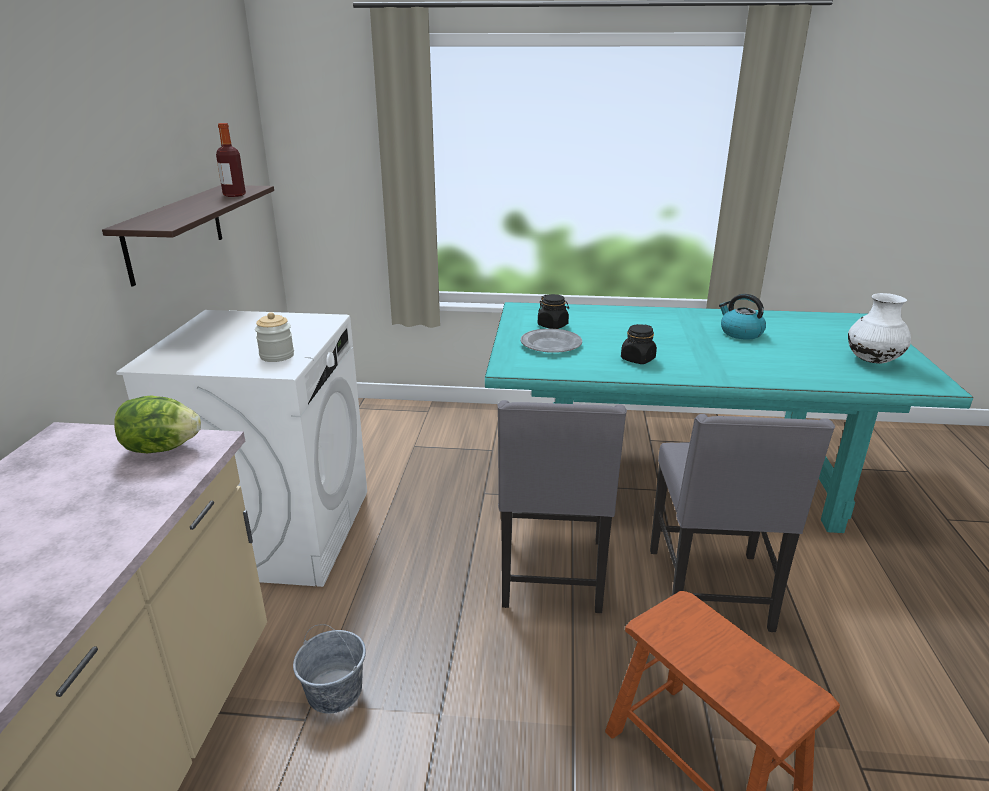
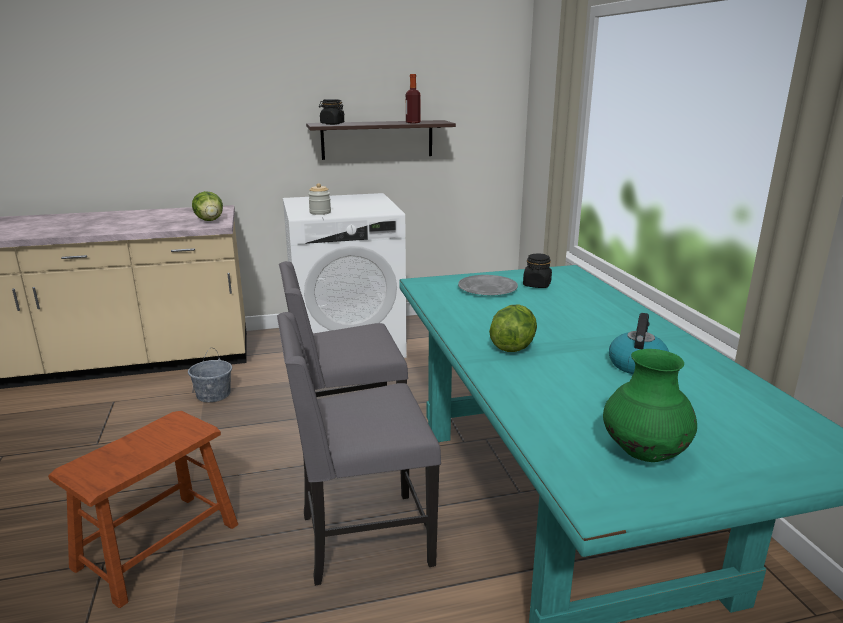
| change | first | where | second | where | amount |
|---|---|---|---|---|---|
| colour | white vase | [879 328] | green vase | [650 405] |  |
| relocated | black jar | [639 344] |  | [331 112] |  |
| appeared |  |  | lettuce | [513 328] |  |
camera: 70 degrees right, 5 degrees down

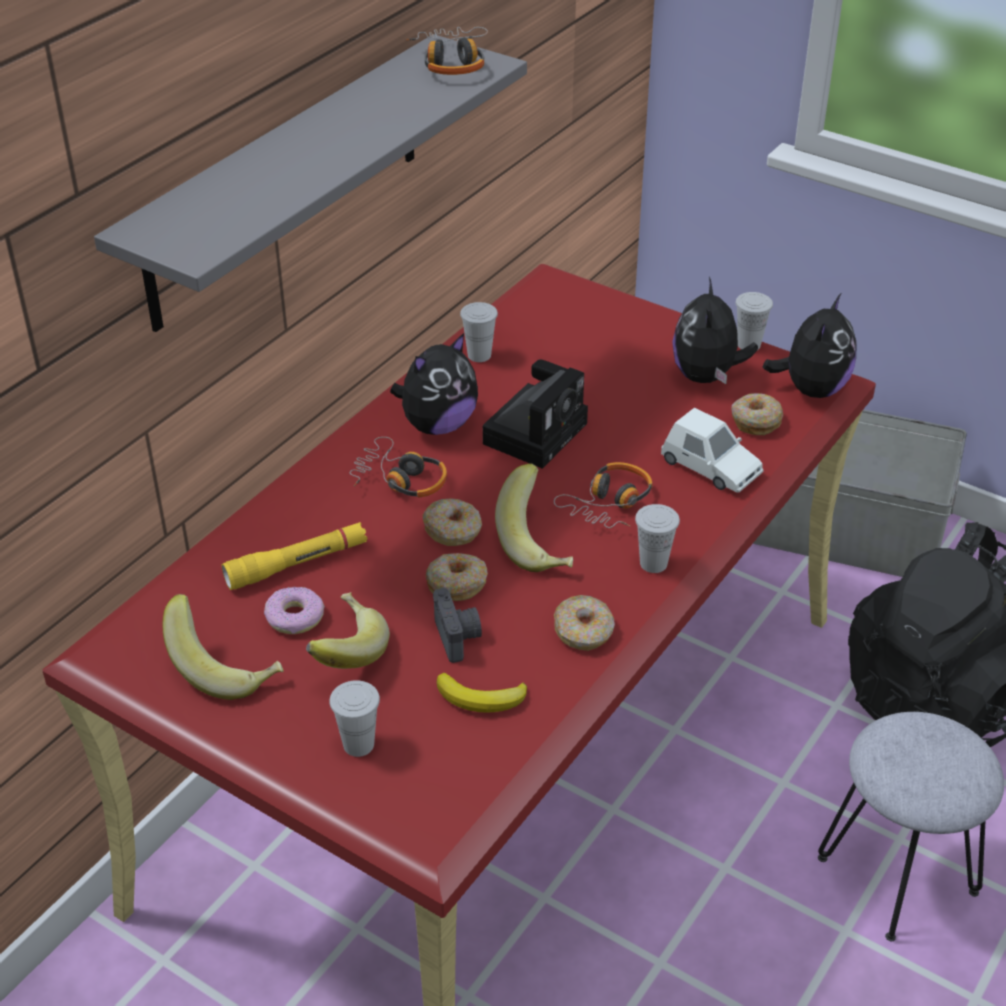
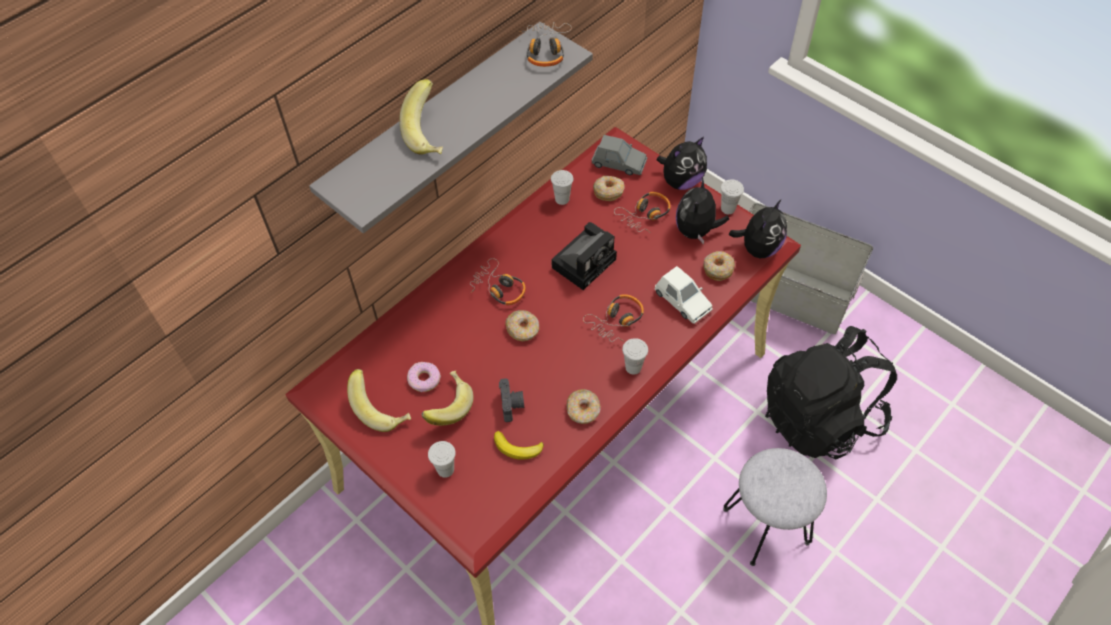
| change | first | where | second | where | amount |
|---|---|---|---|---|---|
| relocated | plush toy | [434 384] |  | [682 163] |  |
| relocated | banana | [534 517] |  | [421 117] |  |
| missing | yellow flashlight | [294 556] |  |  |  |
| relocated | donut | [457 577] |  | [609 188] |  |
| appeared |  |  | grey toy car | [619 155] |  |
| appeared |  |  | headphones | [642 212] |  |
camera: 10 degrees right, 15 degrees up

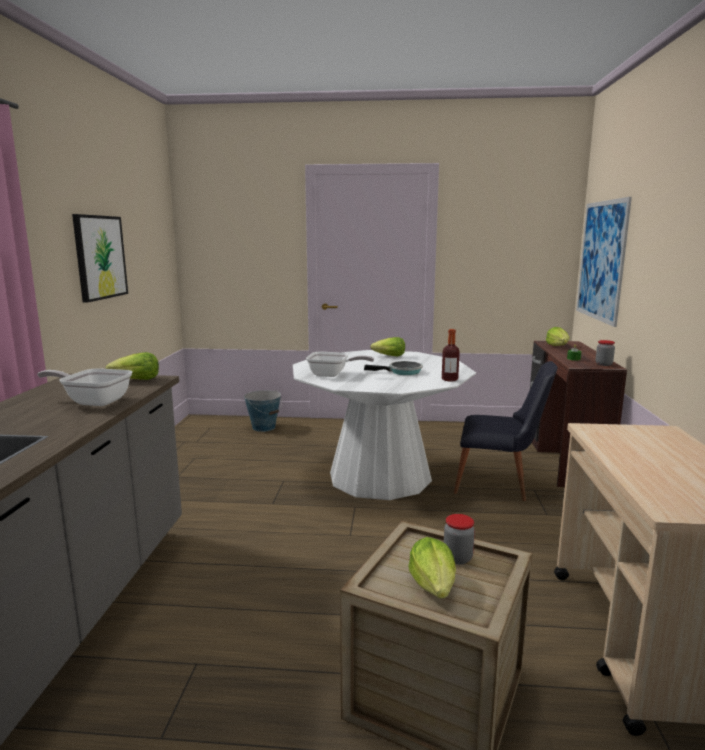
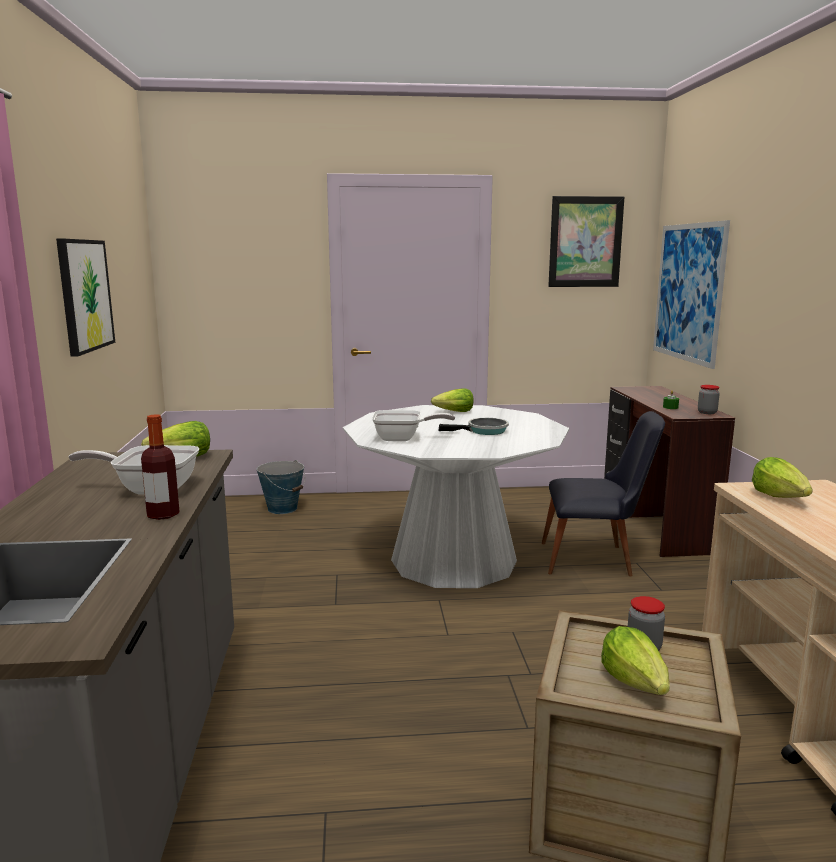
| change | first | where | second | where | amount |
|---|---|---|---|---|---|
| relocated | lettuce | [558 336] |  | [782 477] |  |
| relocated | bottle | [451 355] |  | [160 467] |  |
| appeared |  |  | picture | [586 241] |  |
camera: 10 degrees left, 0 degrees up

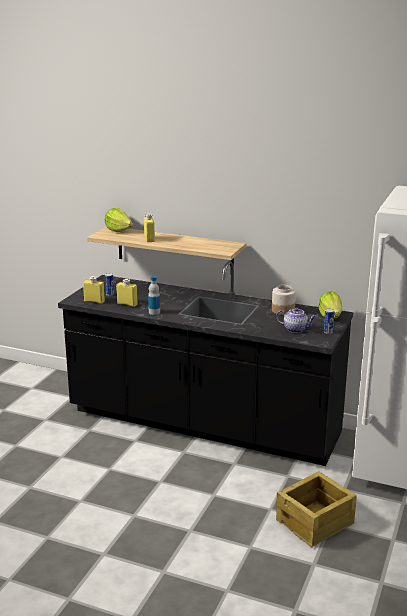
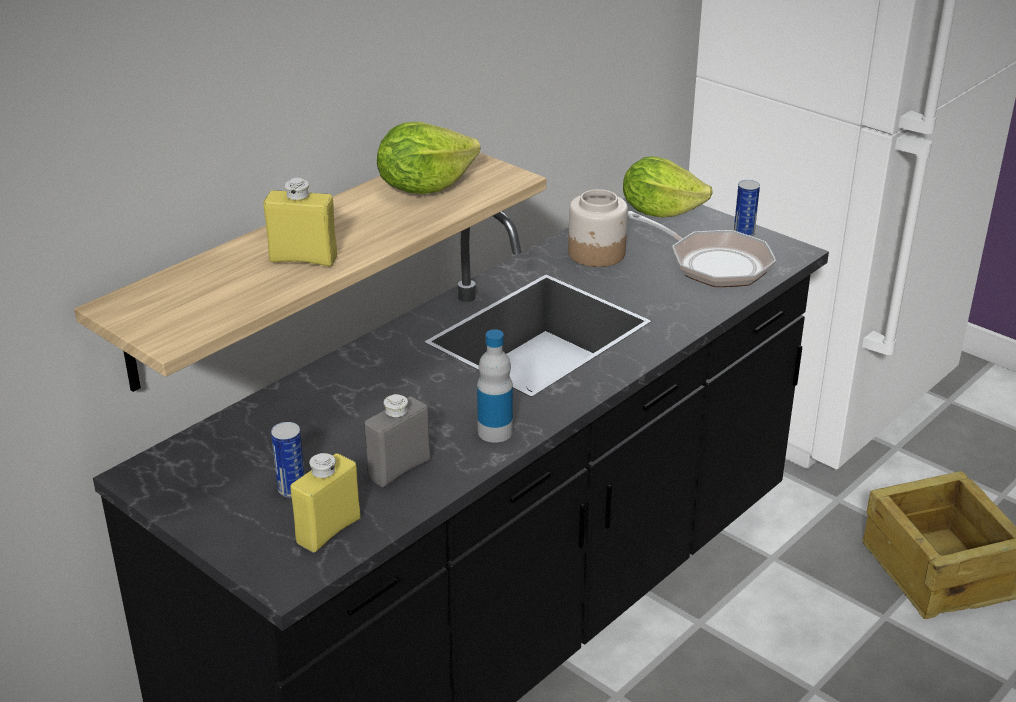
| change | first | where | second | where | amount |
|---|---|---|---|---|---|
| relocated | lettuce | [119 220] |  | [429 158] |  |
| colour | yellow bottle | [127 293] | grey bottle | [397 440] |  |
| exchanged | teapot | [296 320] | frying pan | [702 249] |  |
camera: 70 degrees left, 10 degrees up

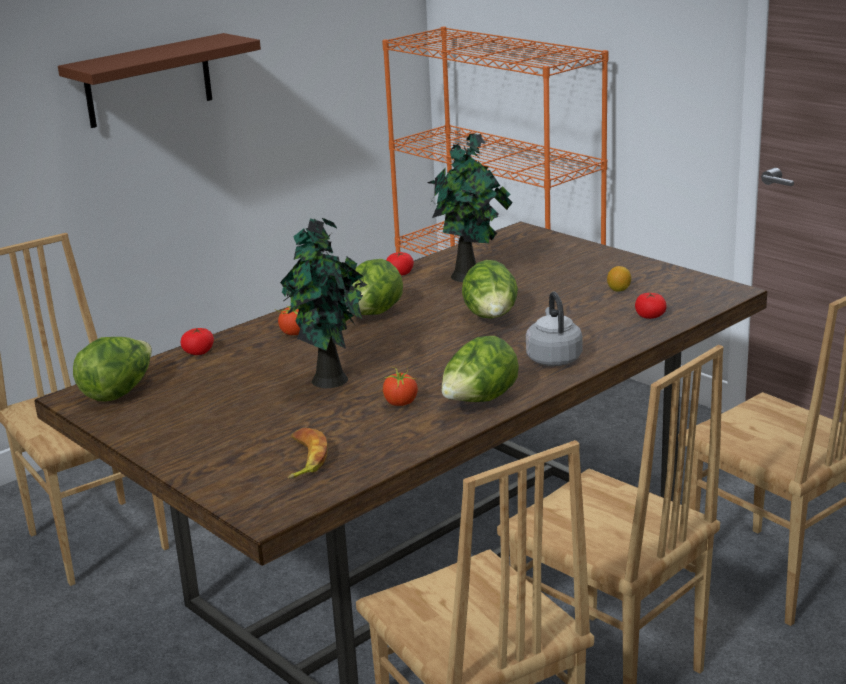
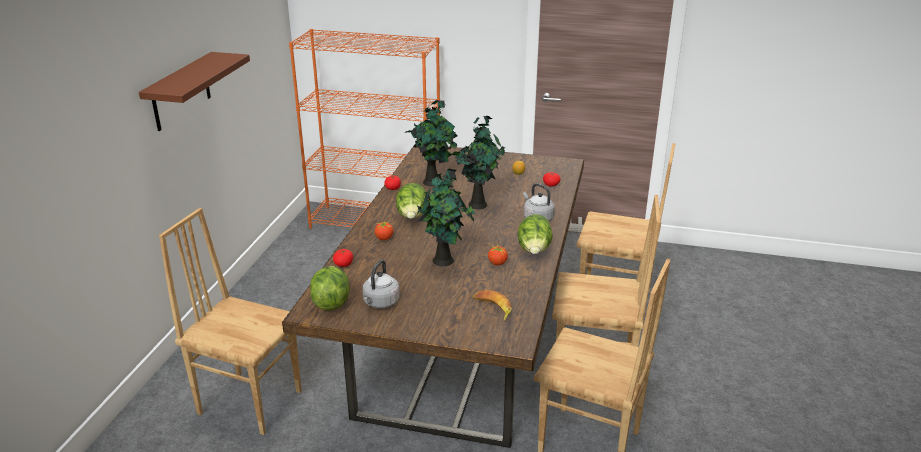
| change | first | where | second | where | amount |
|---|---|---|---|---|---|
| exchanged | lettuce | [490 289] | potted plant | [478 162] |  |
| appeared |  |  | grey kettle | [381 284] |  |
camera: 35 degrees left, 5 degrees up

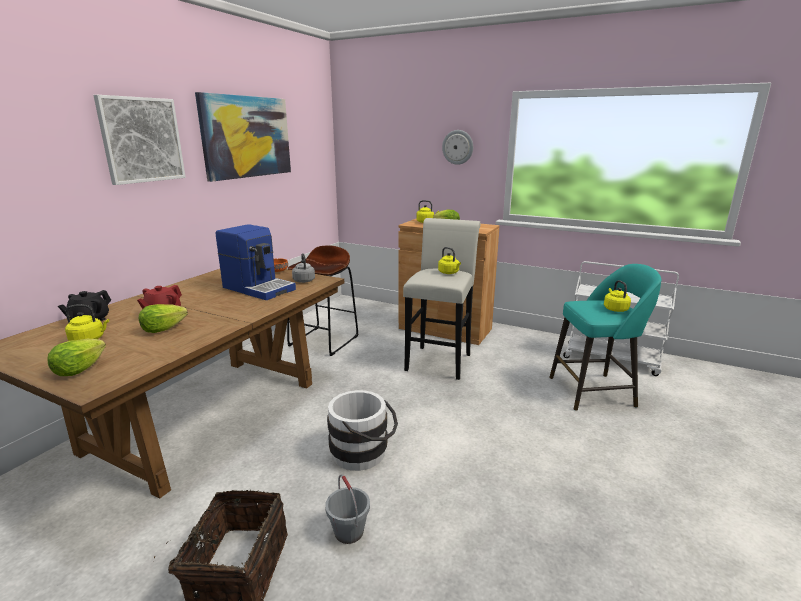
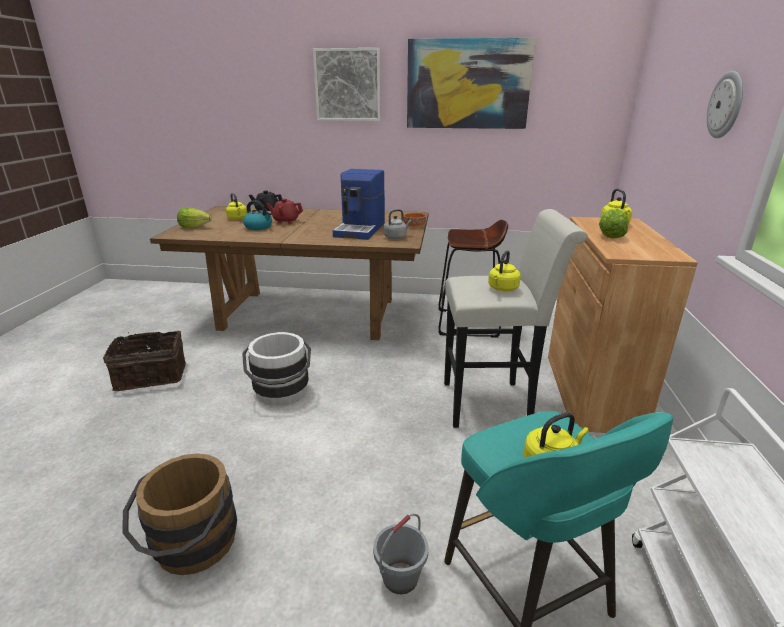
| change | first | where | second | where | amount |
|---|---|---|---|---|---|
| exchanged | lettuce | [163 318] | kettle | [257 215] |  |
| relocated | grey bucket | [347 509] |  | [401 554] |  |
| appeared |  |  | brown bucket | [179 514] |  |
camera: 70 degrees right, 5 degrees up

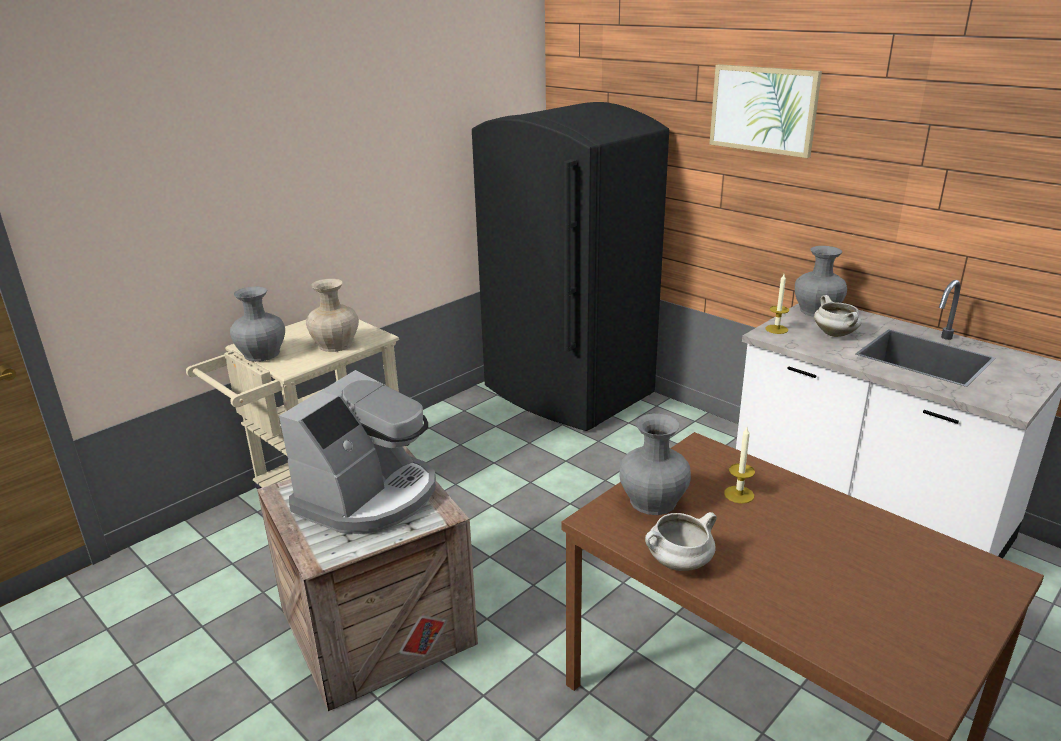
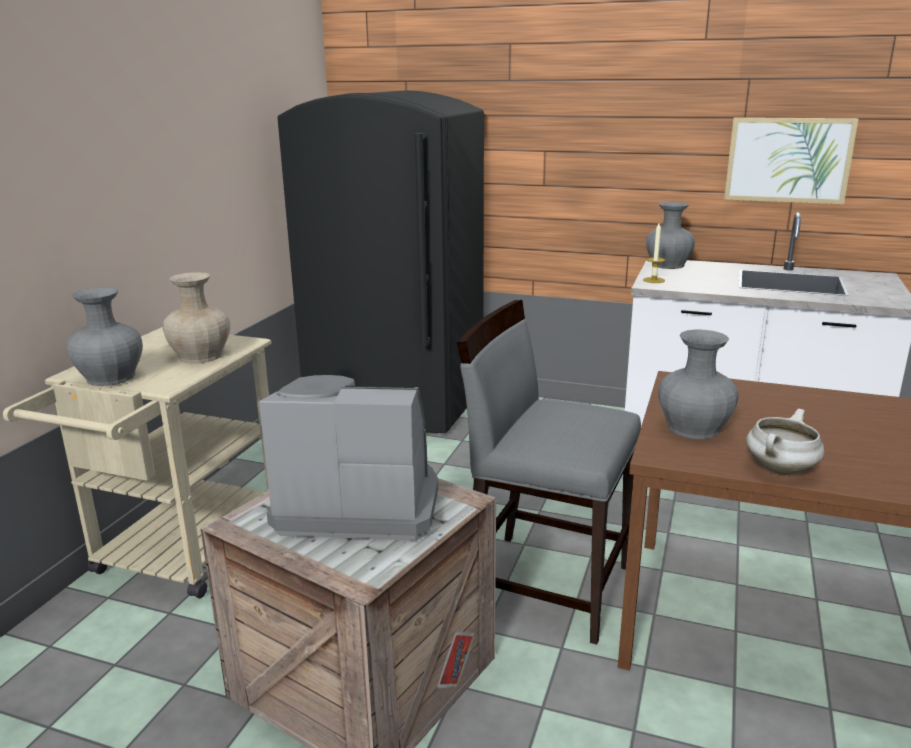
| change | first | where | second | where | amount |
|---|---|---|---|---|---|
| relocated | picture | [765 111] |  | [791 160] |  |
| missing | white cooking pot | [838 316] |  |  |  |
| spun | coffee machine | [357 452] |  | [348 458] | 90 degrees counterclockwise |
| missing | candle | [739 465] |  |  |  |
| appeared |  |  | grey chair | [549 472] |  |
camera: 25 degrees left, 5 degrees down

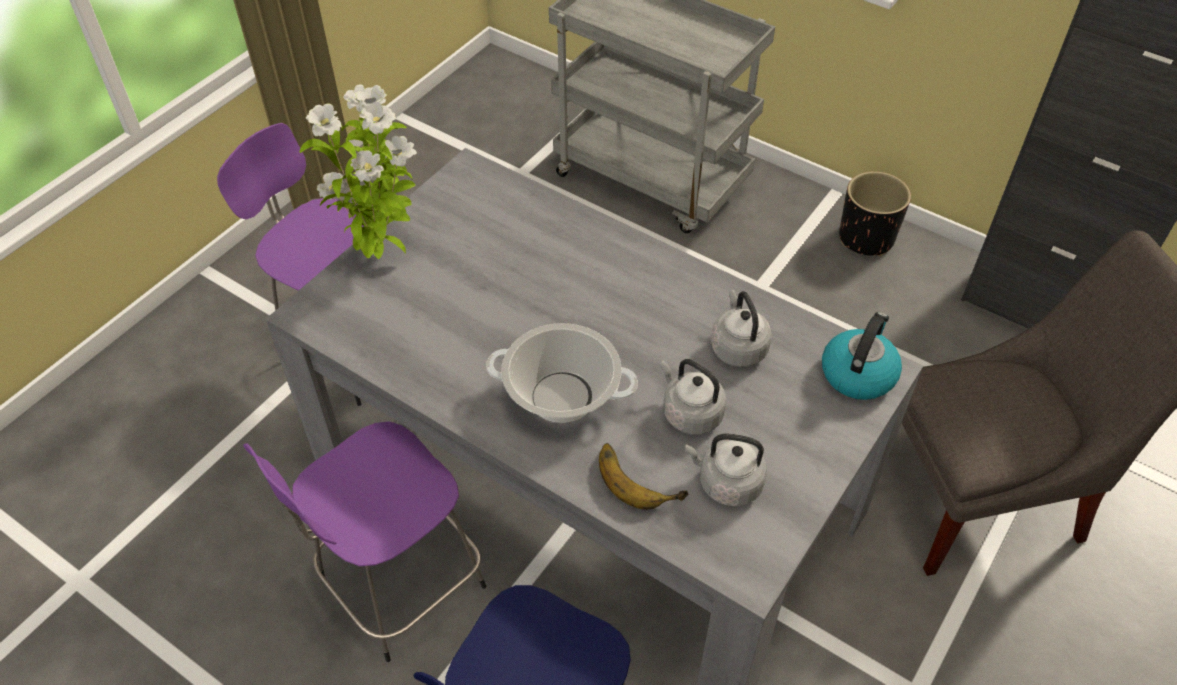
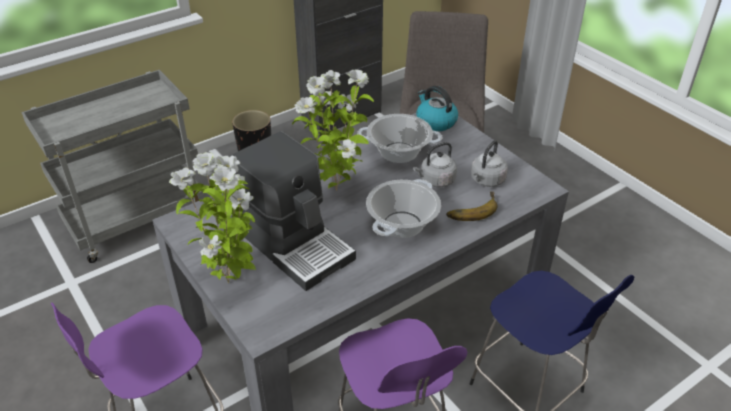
| change | first | where | second | where | amount |
|---|---|---|---|---|---|
| exchanged | grey kettle | [741 328] | cooking pot | [399 138] |  |
| appeared |  |  | potted plant | [333 130] |  |
| appeared |  |  | coffee machine | [292 211] |  |
camera: 70 degrees left, 10 degrees down

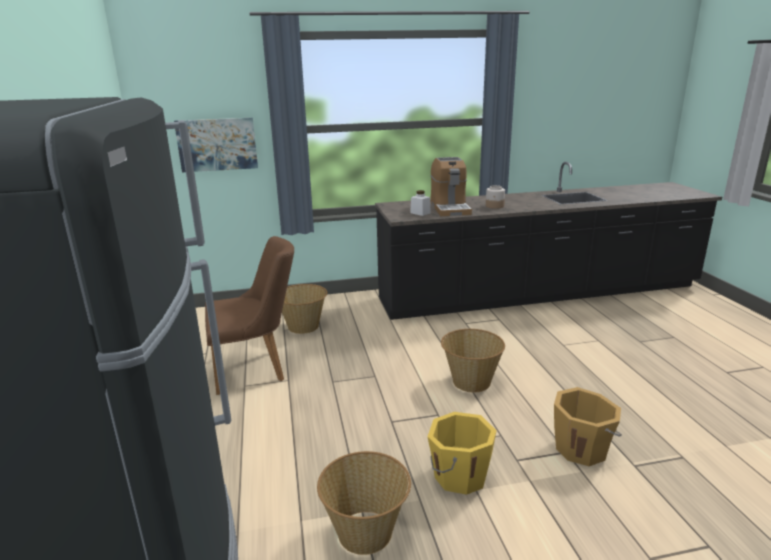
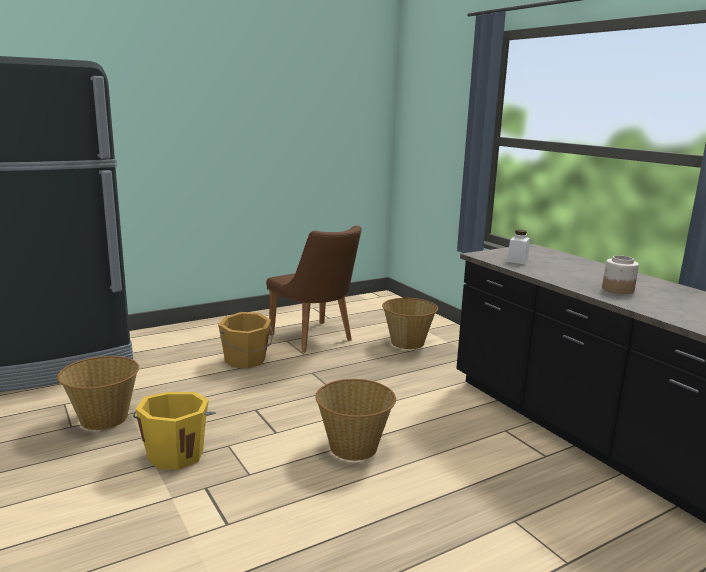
| change | first | where | second | where | amount |
|---|---|---|---|---|---|
| missing | picture | [216 145] |  |  |  |
| missing | coffee machine | [451 186] |  |  |  |
| relocated | orange bucket | [588 426] |  | [245 340] |  |
camera: 70 degrees right, 5 degrees down

